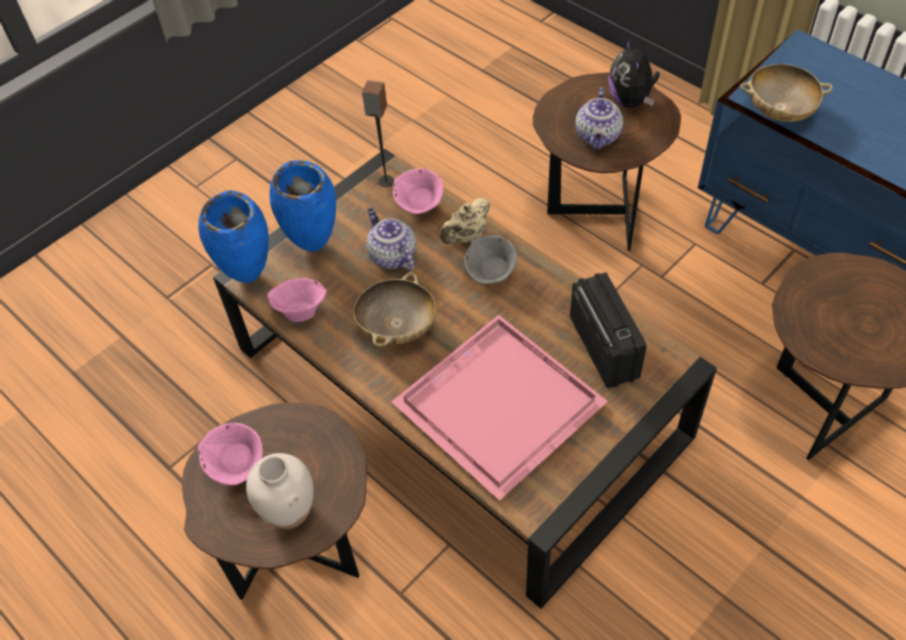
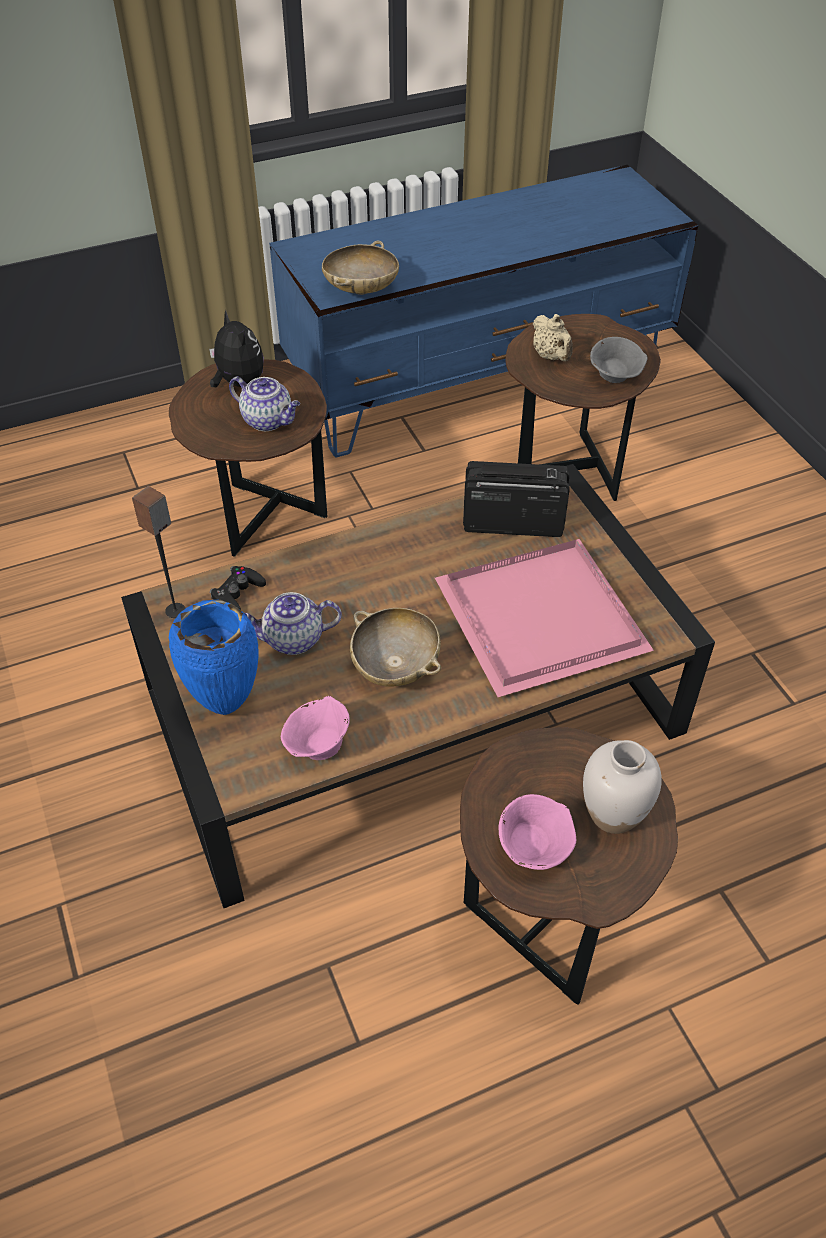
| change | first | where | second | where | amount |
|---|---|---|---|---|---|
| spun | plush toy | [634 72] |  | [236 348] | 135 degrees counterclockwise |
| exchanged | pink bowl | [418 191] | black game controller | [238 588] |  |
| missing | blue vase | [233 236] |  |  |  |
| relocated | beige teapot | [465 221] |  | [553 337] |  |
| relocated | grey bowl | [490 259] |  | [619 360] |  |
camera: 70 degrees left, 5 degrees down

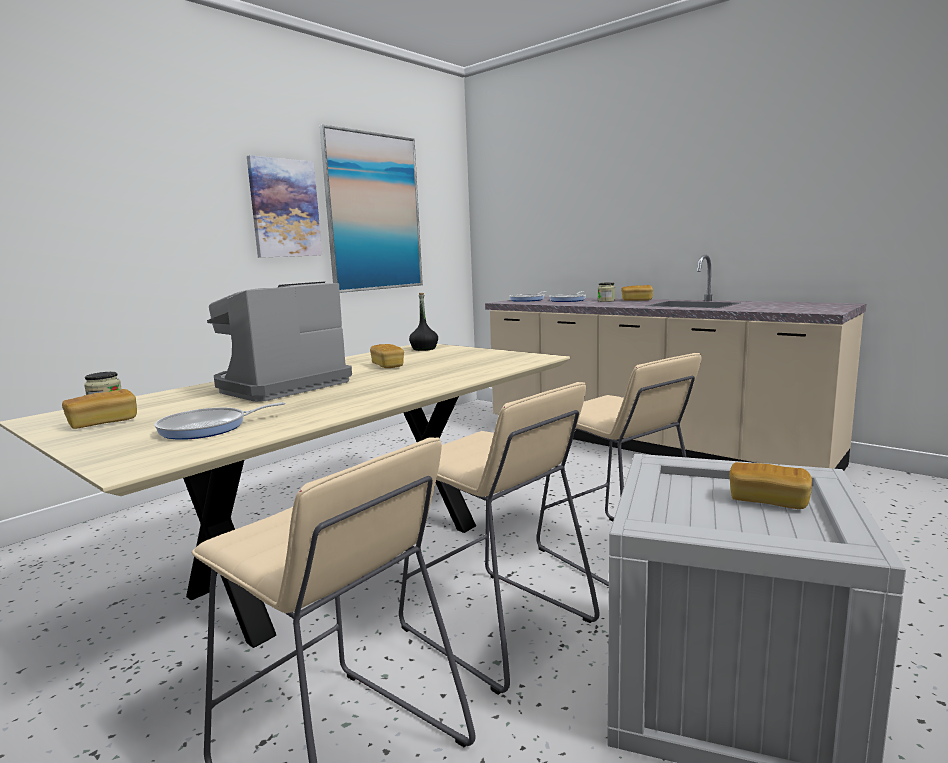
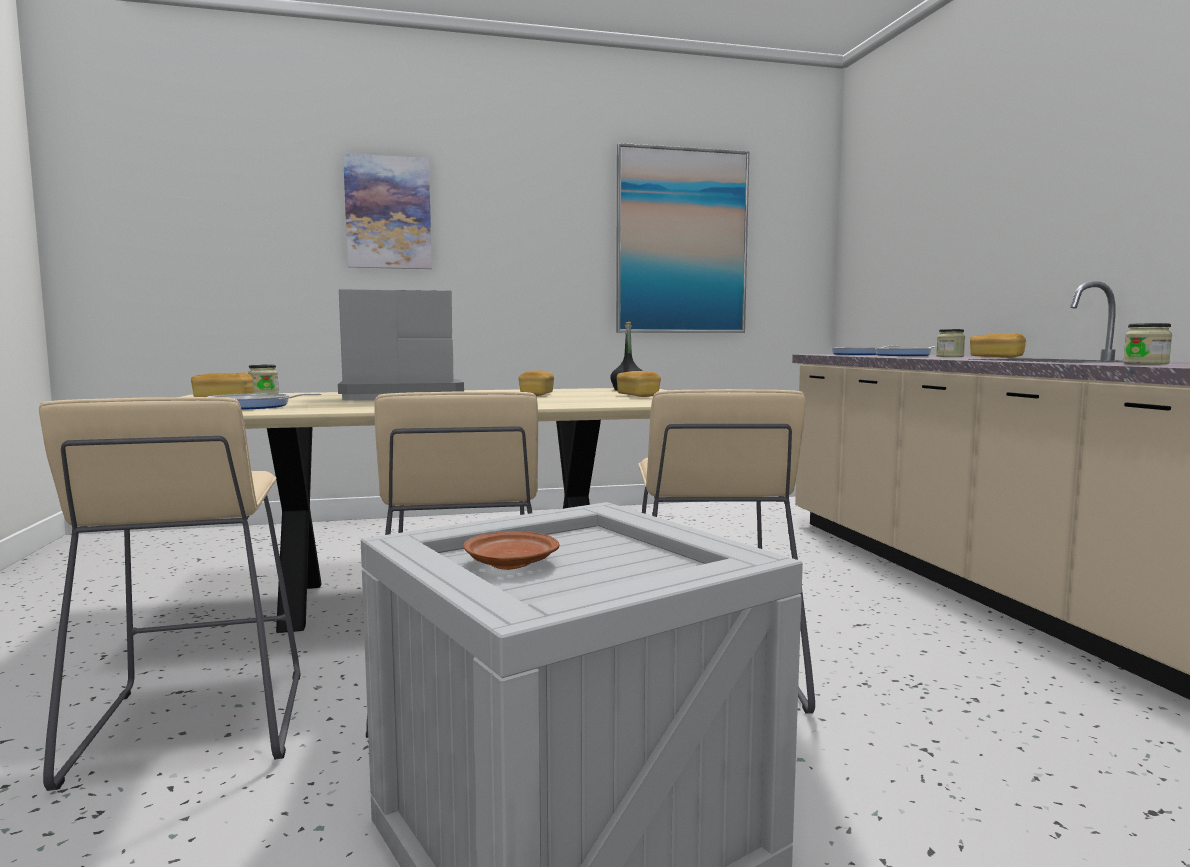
| change | first | where | second | where | amount |
|---|---|---|---|---|---|
| relocated | picture | [284 206] |  | [387 211] |  |
| relocated | bread | [770 485] |  | [639 384] |  |
| appeared |  |  | jar | [1147 344] |  |
| appeared |  |  | brown plate | [511 550] |  |
camera: 35 degrees right, 5 degrees down

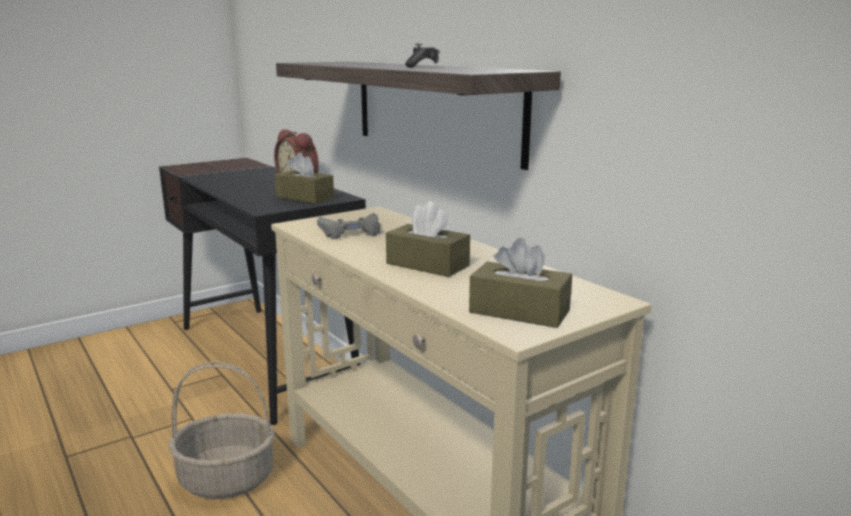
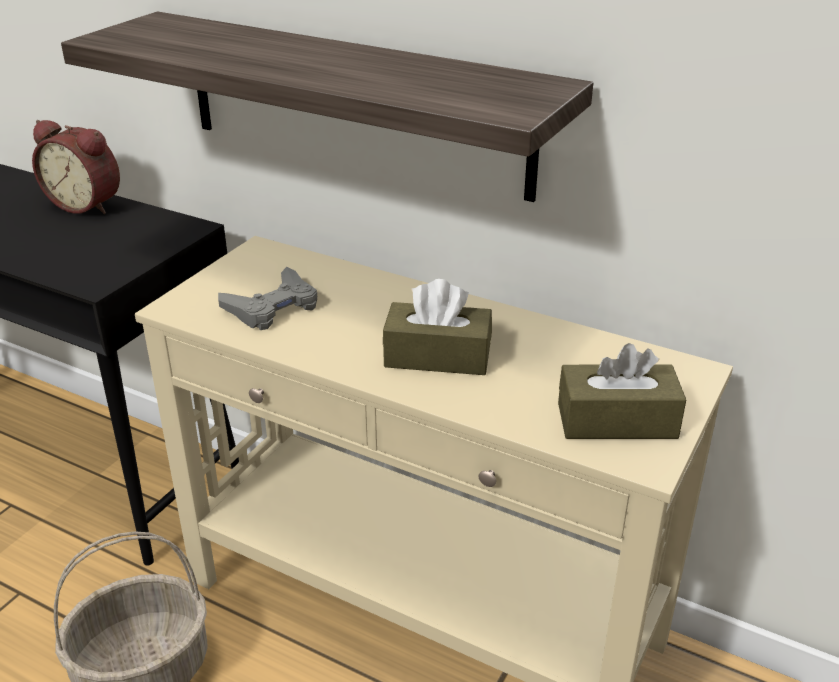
| change | first | where | second | where | amount |
|---|---|---|---|---|---|
| missing | game controller | [422 55] |  |  |  |
| missing | brown tissue box | [304 178] |  |  |  |
camera: 25 degrees left, 15 degrees up

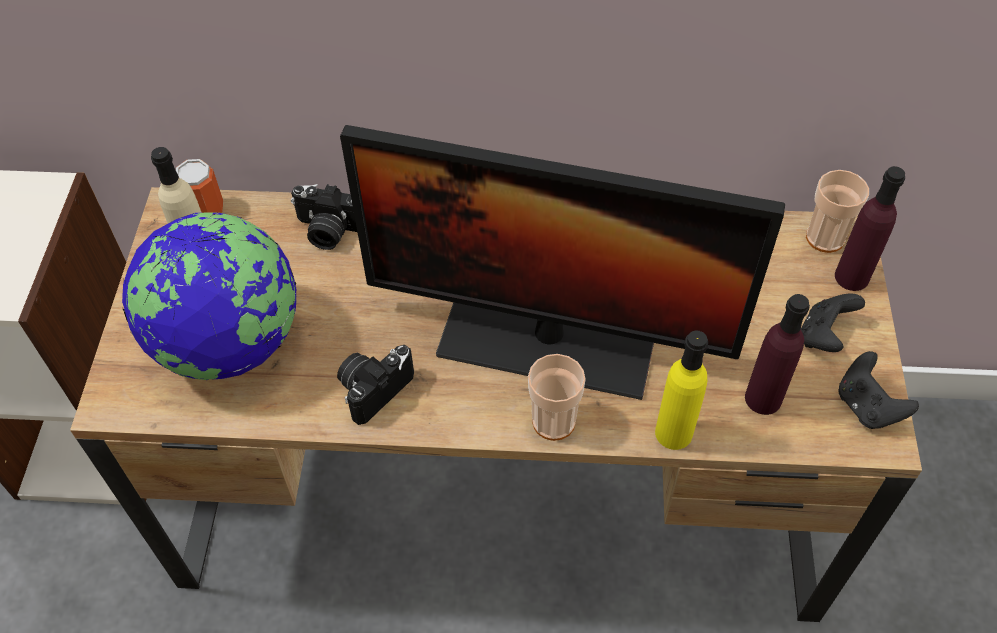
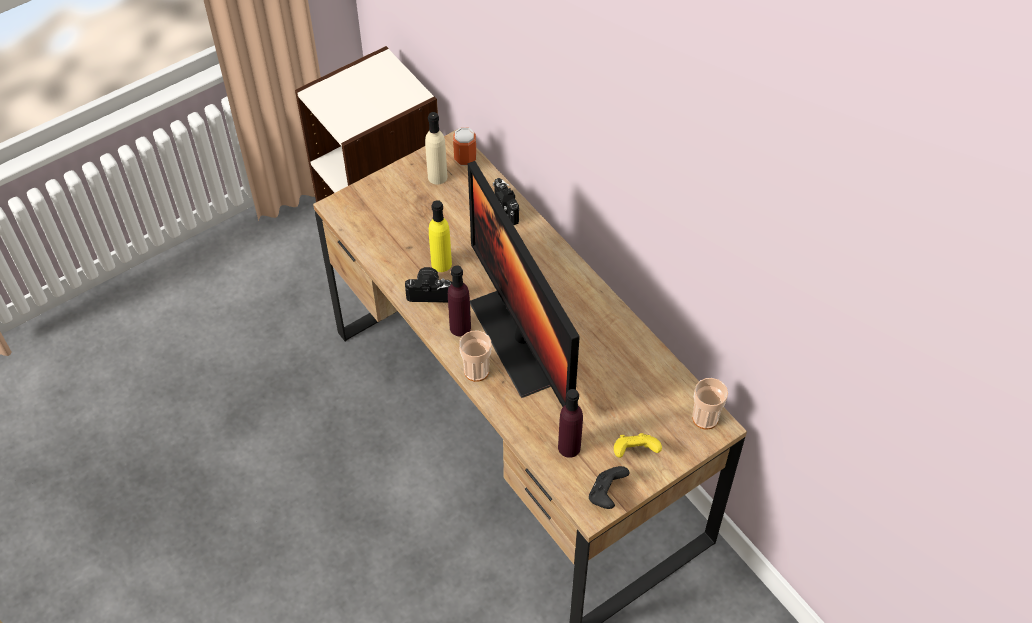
| change | first | where | second | where | amount |
|---|---|---|---|---|---|
| relocated | purple bottle | [870 228] |  | [459 301] |  |
| missing | globe | [209 296] |  |  |  |
| colour | black game controller | [833 323] | yellow game controller | [638 445] |  |
| relocated | yellow bottle | [681 390] |  | [440 236] |  |
camera: 50 degrees right, 0 degrees up

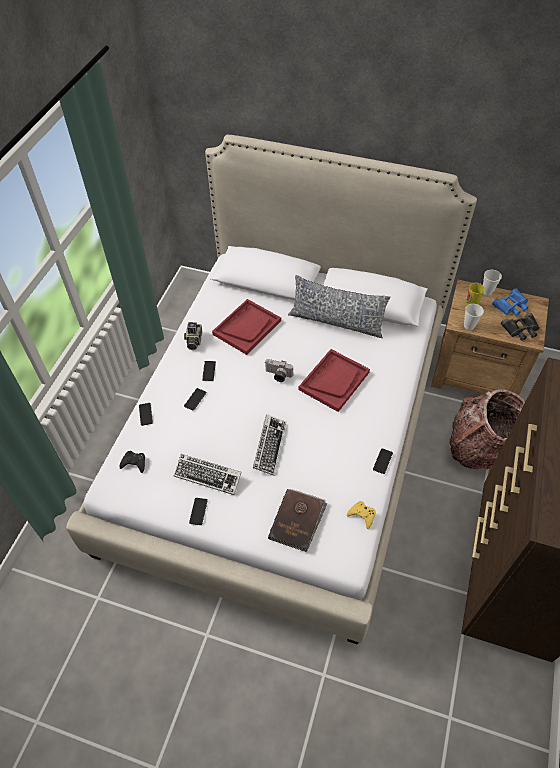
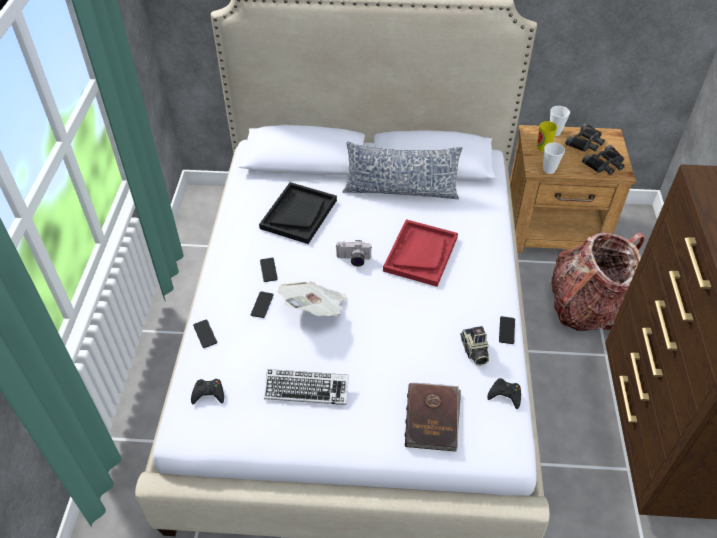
| change | first | where | second | where | amount |
|---|---|---|---|---|---|
| colour | blue binoculars | [510 302] | black binoculars | [585 137] |  |
| colour | red tray | [246 327] | black tray | [298 213] |  |
| relocated | photo camera | [193 336] |  | [474 346] |  |
| missing | keyboard | [269 445] |  |  |  |
| missing | phone | [198 511] |  |  |  |
| colour | yellow game controller | [361 515] | black game controller | [504 393] |  |
| appeared |  |  | newspaper | [312 298] |  |
camera: 15 degrees left, 5 degrees down

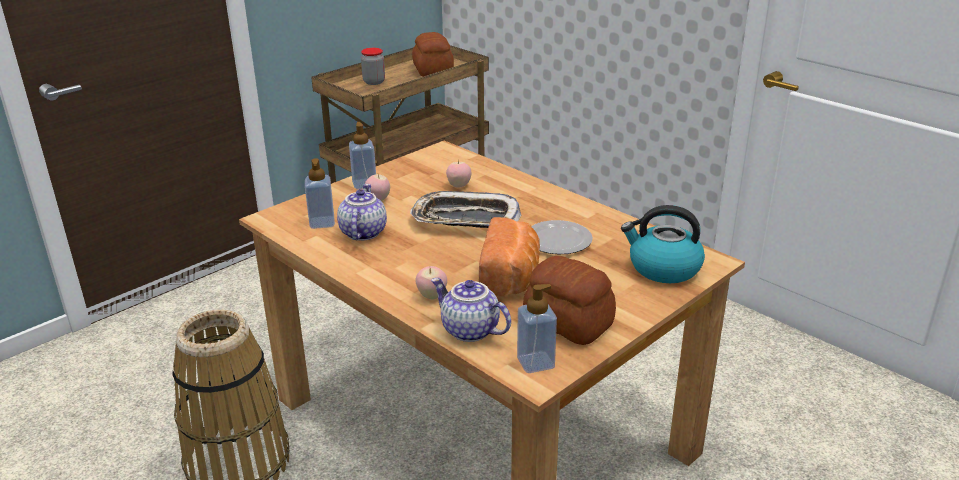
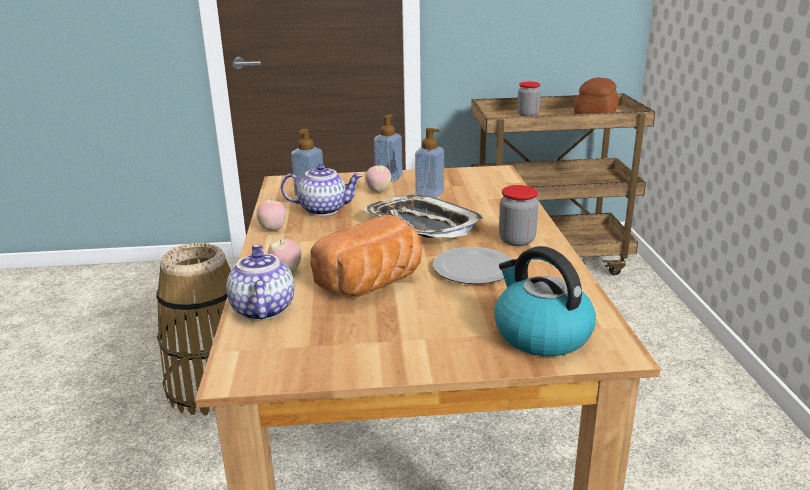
| change | first | where | second | where | amount |
|---|---|---|---|---|---|
| relocated | apple | [458 173] |  | [271 214] |  |
| spun | teapot | [362 212] |  | [322 190] | 45 degrees clockwise |
| missing | bread | [569 300] |  |  |  |
| relocated | soap dispenser | [537 328] |  | [429 163] |  |
| appeared |  |  | jar | [518 215] |  |
camera: 40 degrees right, 5 degrees down

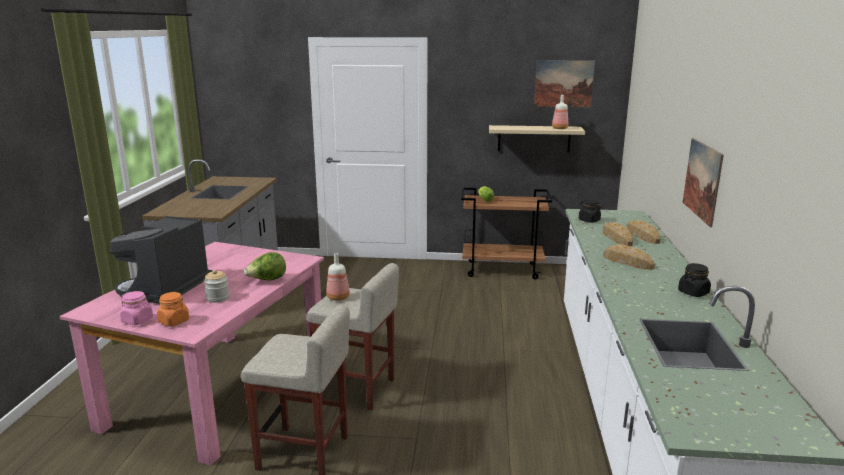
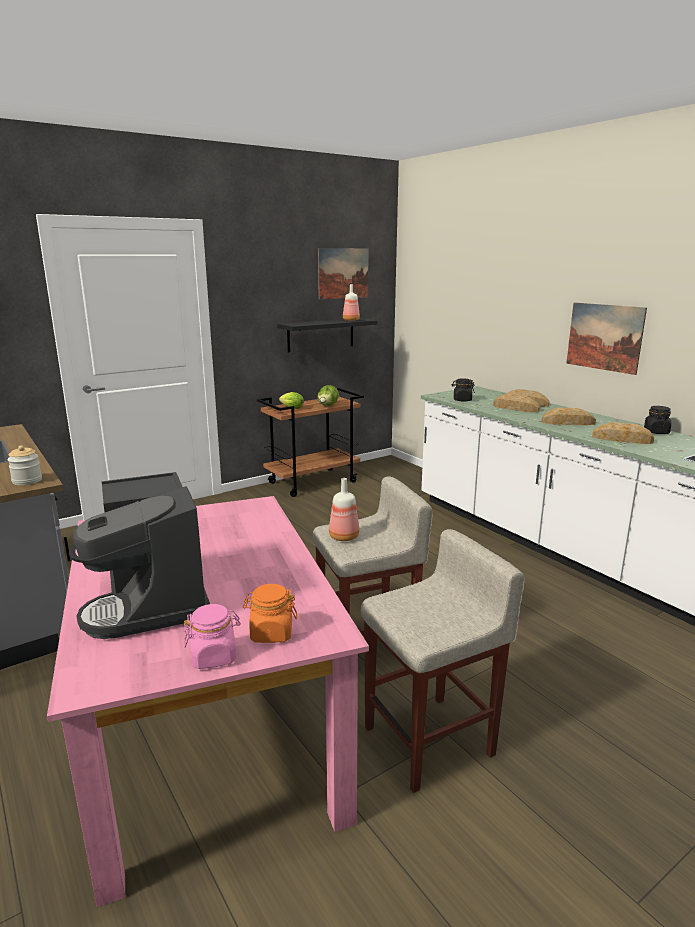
| change | first | where | second | where | amount |
|---|---|---|---|---|---|
| colour | beige shelf | [537 139] | black shelf | [327 335] |  |
| relocated | lettuce | [265 266] |  | [328 395] |  |
| relocated | jar | [216 286] |  | [24 465] |  |
| appeared |  |  | bread | [623 433] |  |
camera: 40 degrees left, 0 degrees up

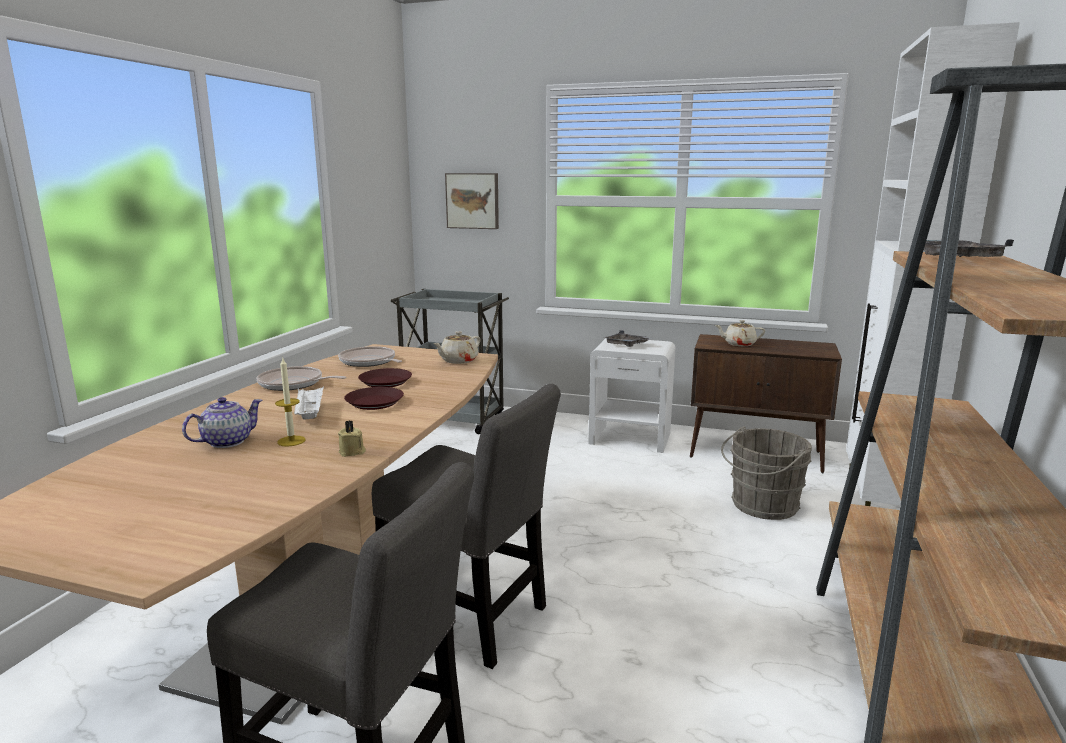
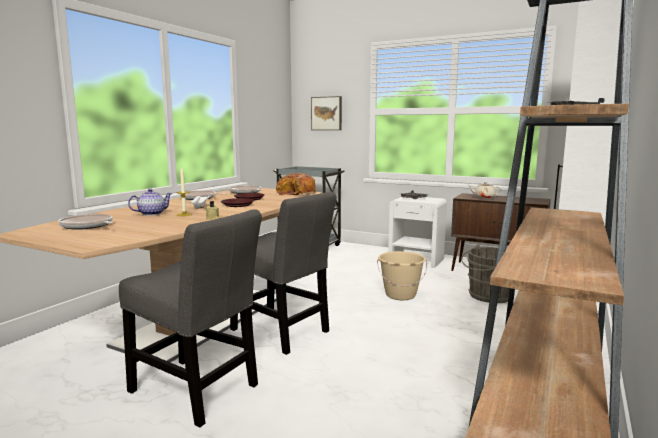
| change | first | where | second | where | amount |
|---|---|---|---|---|---|
| exchanged | beige teapot | [457 347] | bread | [296 184] |  |
| appeared |  |  | frying pan | [85 222] |  |
| appeared |  |  | beige bucket | [402 275] |  |
camera: 10 degrees right, 5 degrees down

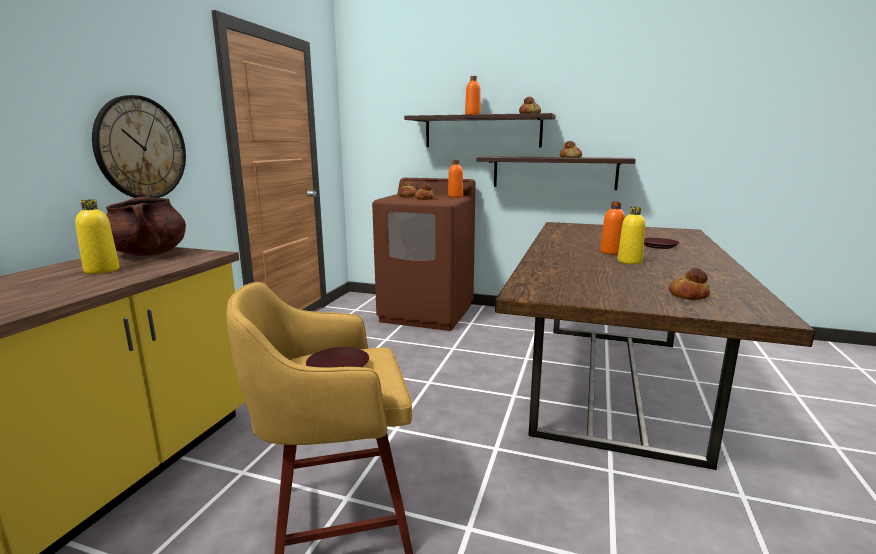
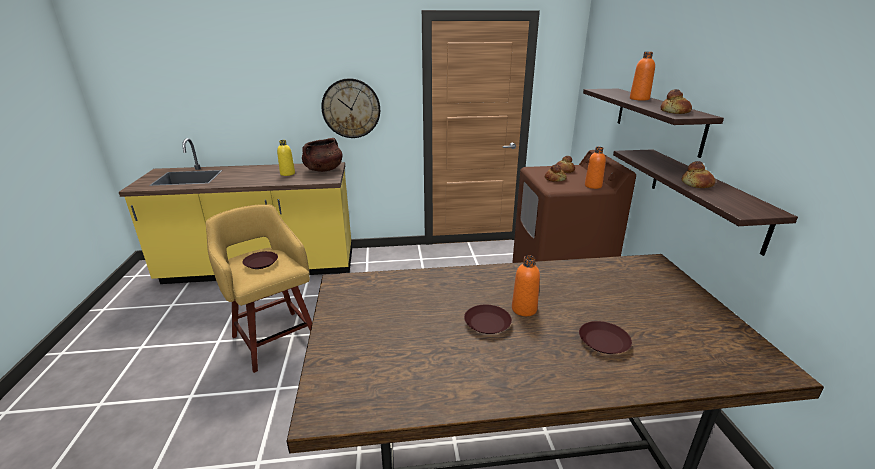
| change | first | where | second | where | amount |
|---|---|---|---|---|---|
| exchanged | yellow bottle | [631 235] | brown plate | [488 319] |  |
| missing | bread | [689 284] |  |  |  |
camera: 65 degrees right, 10 degrees up

